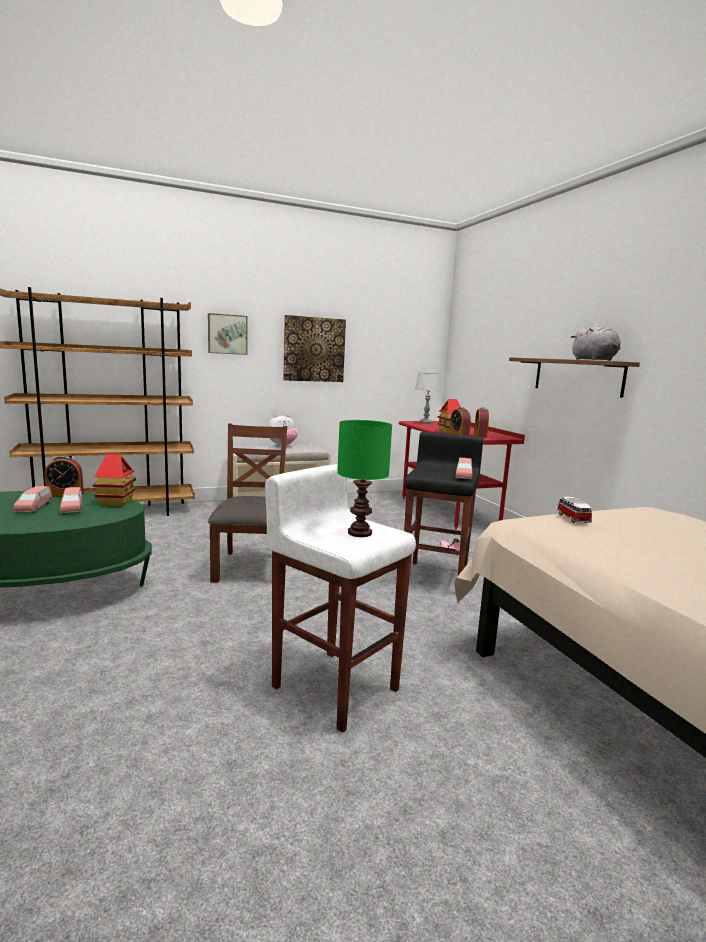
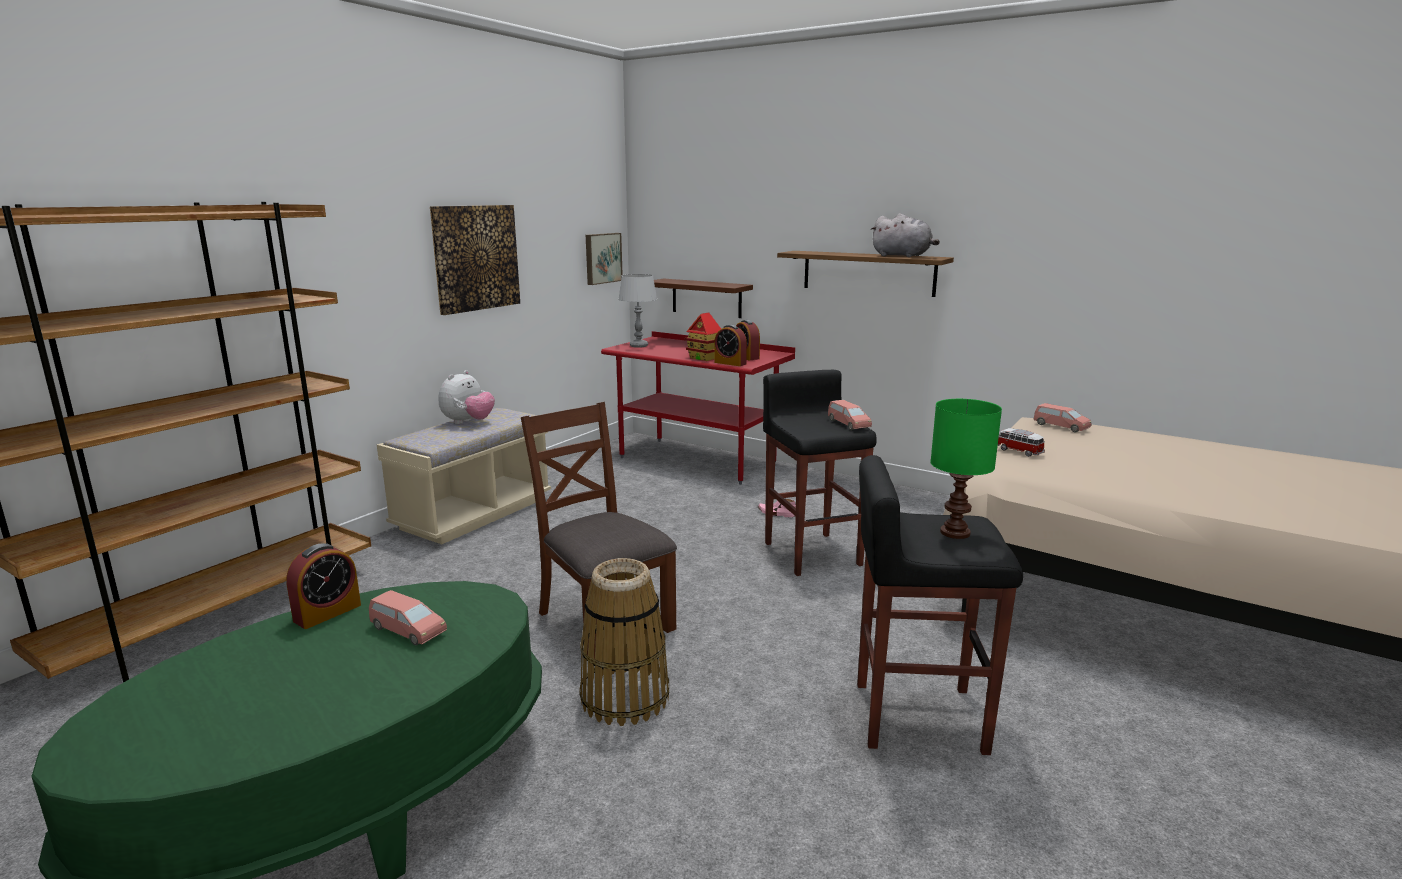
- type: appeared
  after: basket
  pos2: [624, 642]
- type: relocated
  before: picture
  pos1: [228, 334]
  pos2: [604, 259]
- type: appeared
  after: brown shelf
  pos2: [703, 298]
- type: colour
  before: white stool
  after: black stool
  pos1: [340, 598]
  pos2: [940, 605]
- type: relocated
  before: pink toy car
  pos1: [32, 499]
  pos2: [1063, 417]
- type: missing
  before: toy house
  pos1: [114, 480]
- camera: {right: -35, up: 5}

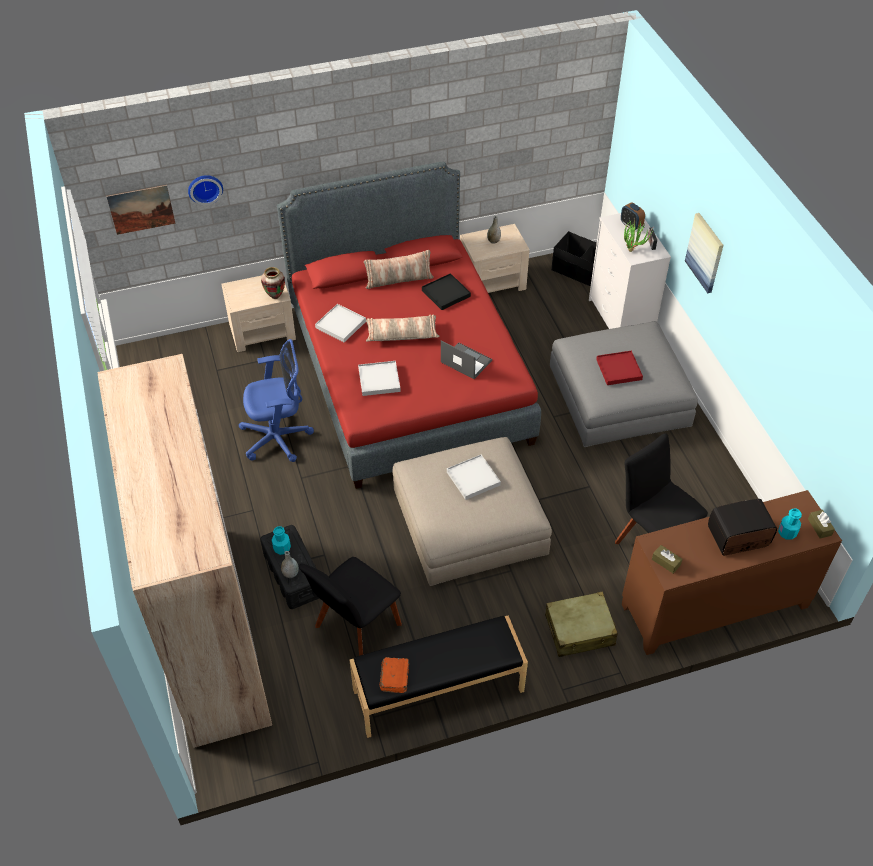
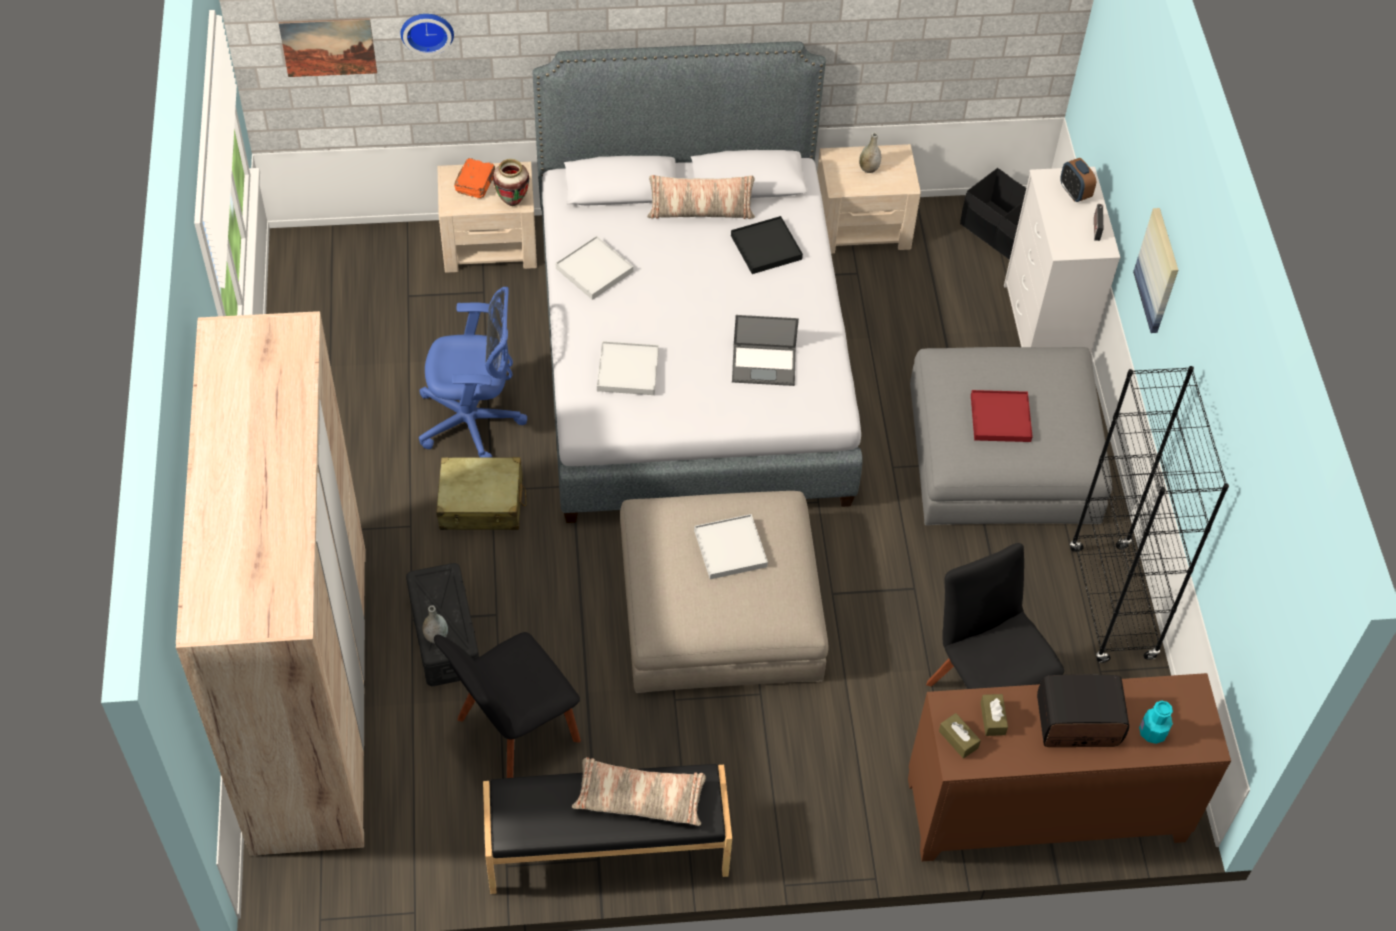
- type: relocated
  before: beige suitcase
  pos1: [581, 624]
  pos2: [481, 493]
- type: relocated
  before: orange book
  pos1: [394, 675]
  pos2: [474, 178]
- type: colour
  before: red bed
  after: grey bed
  pos1: [409, 325]
  pos2: [698, 282]
- type: relocated
  before: pillow
  pos1: [402, 328]
  pos2: [639, 791]
- type: spun
  before: laptop
  pos1: [466, 359]
  pos2: [765, 350]
  turn: 135
- type: relocated
  before: brown tissue box
  pos1: [821, 524]
  pos2: [994, 715]
- type: appeared
  after: black bookcase
  pos2: [1149, 514]
- type: missing
  before: turquoise bottle
  pos1: [281, 540]
- type: missing
  before: potted plant
  pos1: [638, 236]
- camera: {right: 10, up: 5}

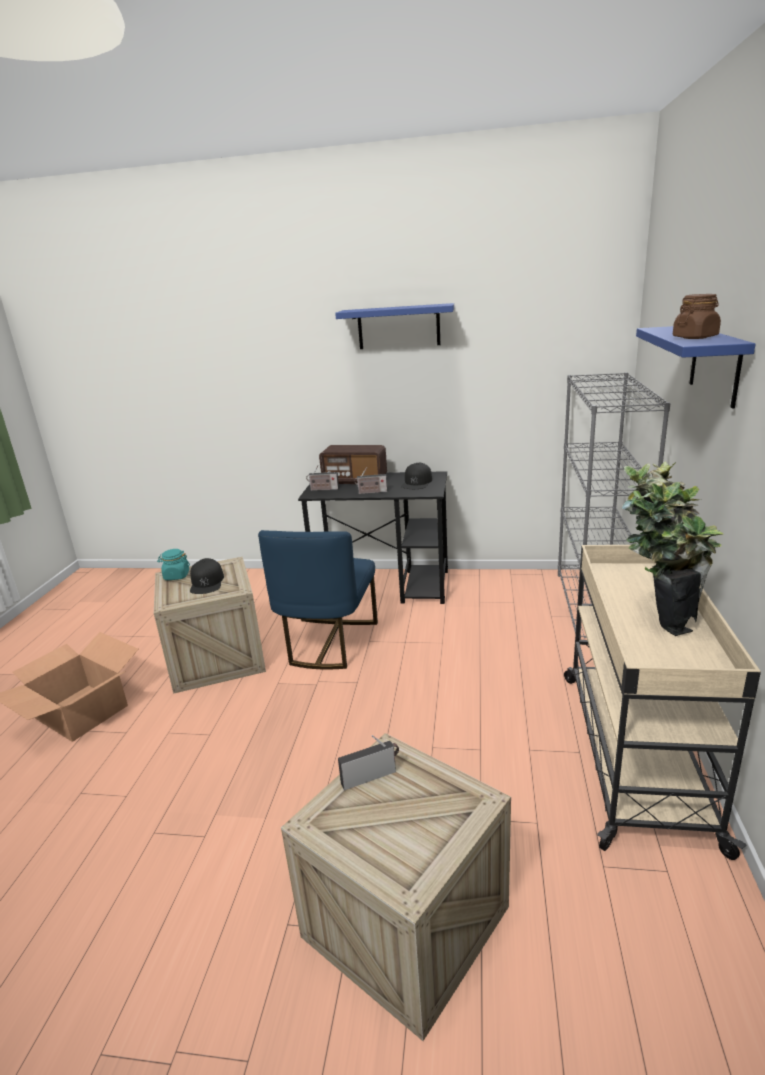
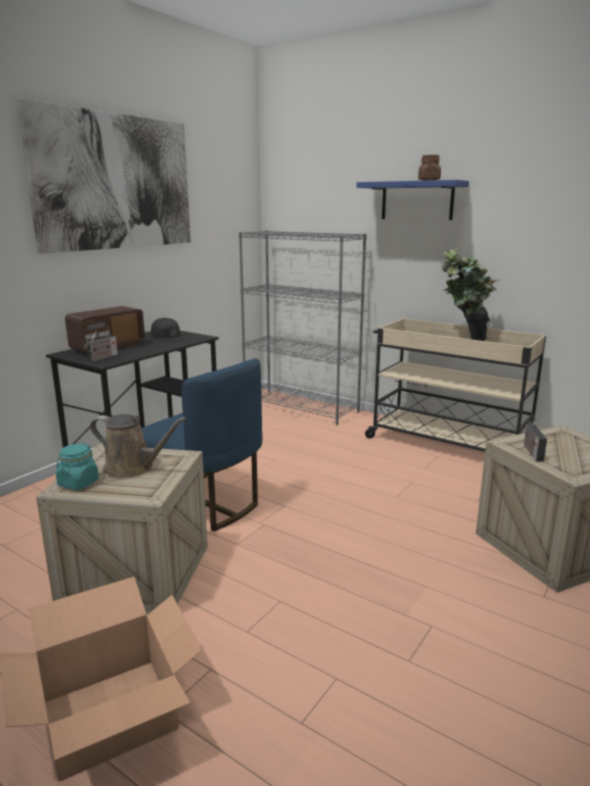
- type: exchanged
  before: blue shelf
  after: picture
  pos1: [394, 326]
  pos2: [103, 176]
- type: exchanged
  before: black cap
  after: brown watering can
  pos1: [207, 576]
  pos2: [138, 446]
- type: missing
  before: radio
  pos1: [370, 480]
- camera: {right: -65, up: -5}

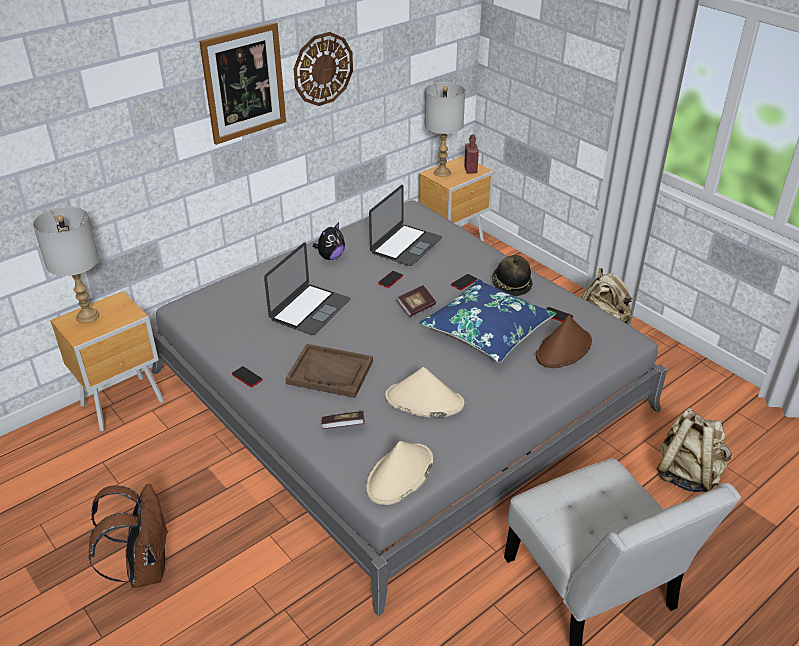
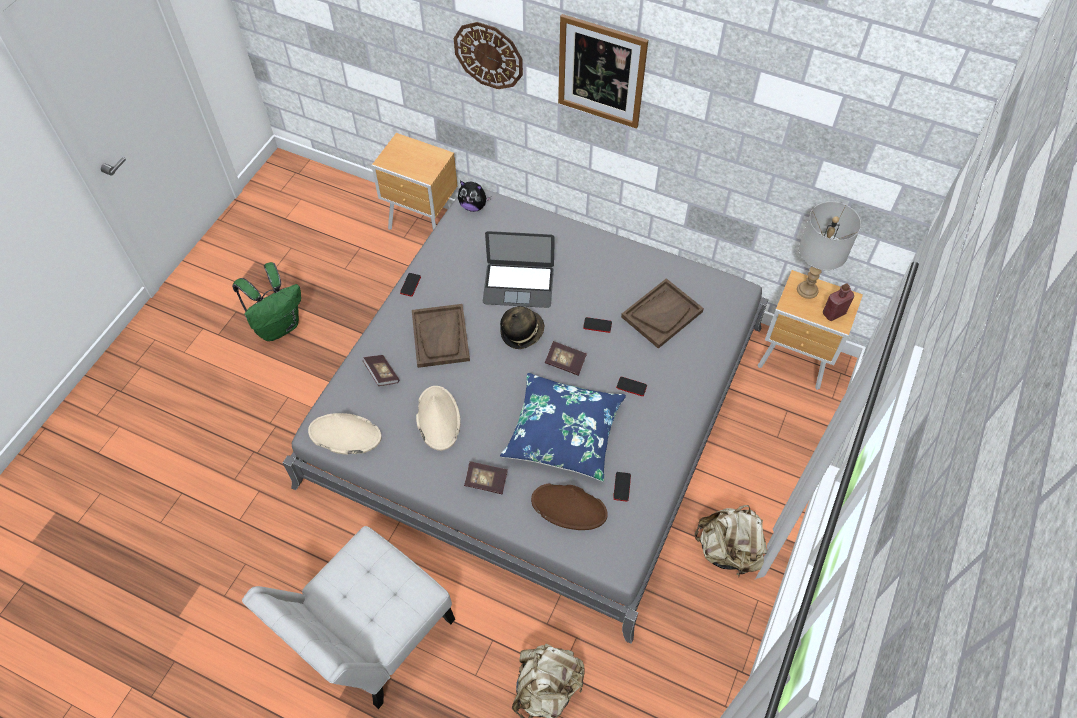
- type: colour
  before: brown backpack
  after: green backpack
  pos1: [128, 535]
  pos2: [266, 301]
- type: relocated
  before: wall clock
  pos1: [323, 69]
  pos2: [488, 55]
- type: relocated
  before: plush toy
  pos1: [329, 241]
  pos2: [474, 196]
- type: appeared
  after: book
  pos2: [486, 477]
- type: relocated
  before: hat
  pos1: [512, 275]
  pos2: [522, 327]
- type: exchanged
  before: laptop
  after: brown tray
  pos1: [405, 225]
  pos2: [662, 313]
- type: missing
  before: grey table lamp
  pos1: [66, 264]
- camera: {right: 65, up: 20}

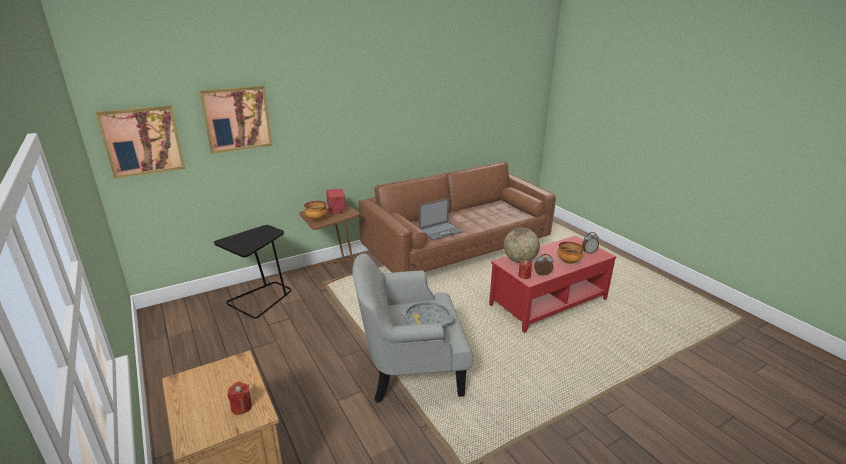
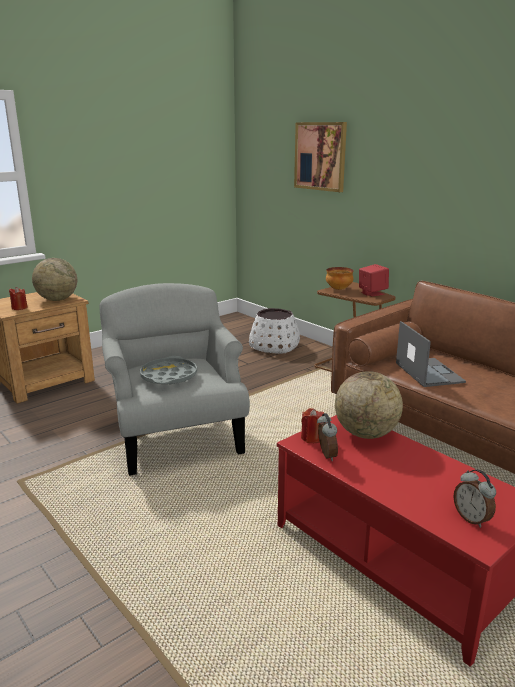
- type: appeared
  after: globe
  pos2: [54, 279]
- type: exchanged
  before: black side table
  after: white planter
  pos1: [252, 272]
  pos2: [274, 331]
- type: spun
  before: laptop
  pos1: [441, 219]
  pos2: [431, 354]
  turn: -150
- type: missing
  before: picture
  pos1: [140, 142]
- type: missing
  before: bowl
  pos1: [570, 252]
- camera: {right: 80, up: -5}

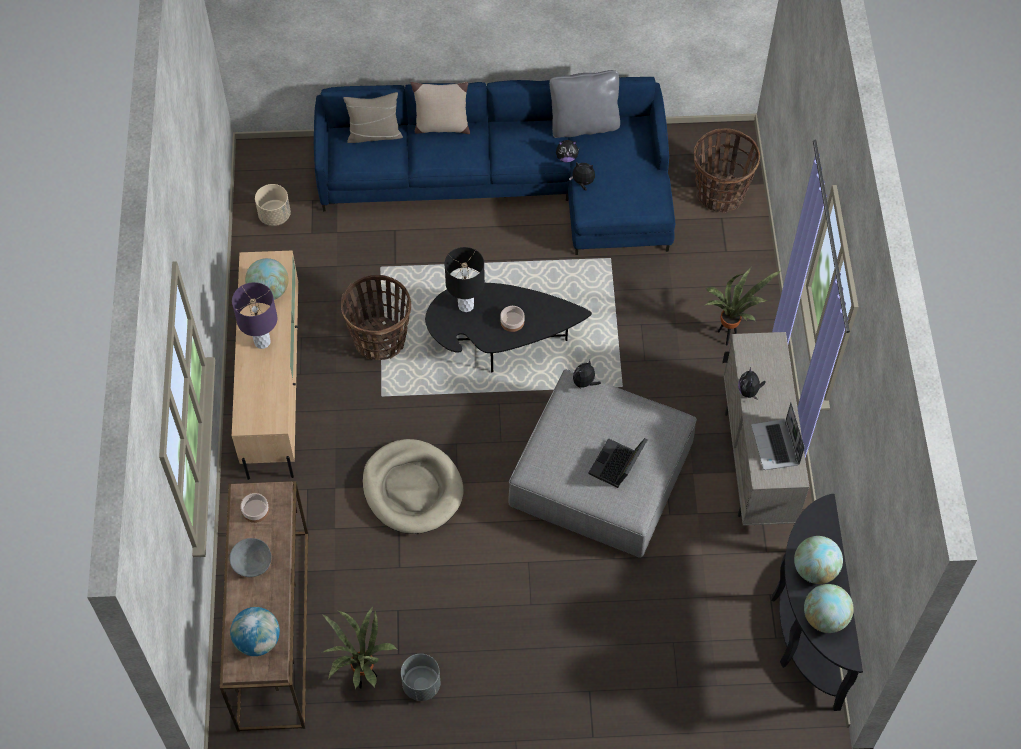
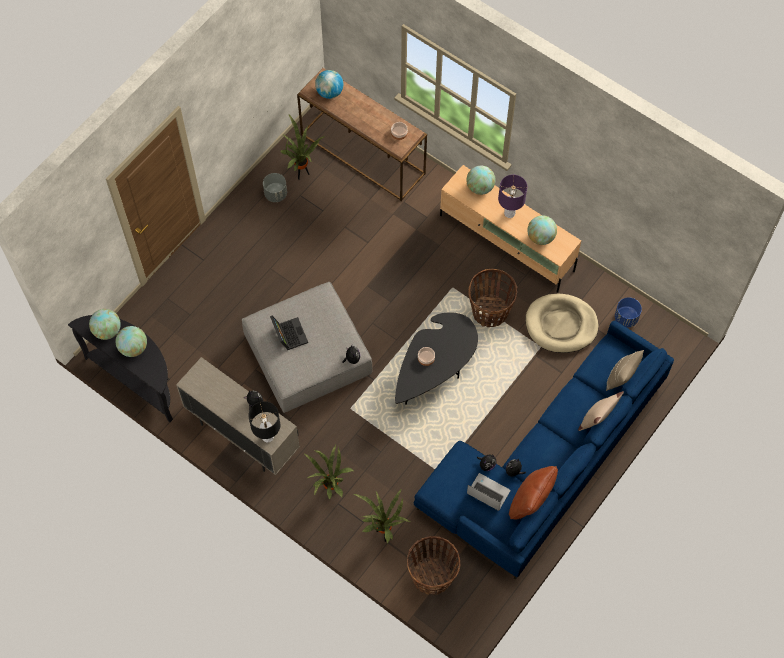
- type: relocated
  before: black table lamp
  pos1: [464, 279]
  pos2: [264, 422]
- type: appeared
  after: potted plant
  pos2: [382, 515]
- type: appeared
  after: globe
  pos2: [481, 180]
- type: relocated
  before: laptop
  pos1: [777, 436]
  pos2: [488, 492]
- type: colour
  before: grey pillow
  after: brown pillow
  pos1: [584, 104]
  pos2: [533, 492]
- type: relocated
  before: beige dog bed
  pos1: [413, 486]
  pos2: [561, 323]
- type: colour
  before: beige planter
  after: blue planter
  pos1: [273, 205]
  pos2: [628, 312]
- type: missing
  before: grey bowl
  pos1: [250, 557]
- camera: {right: 130, up: 5}

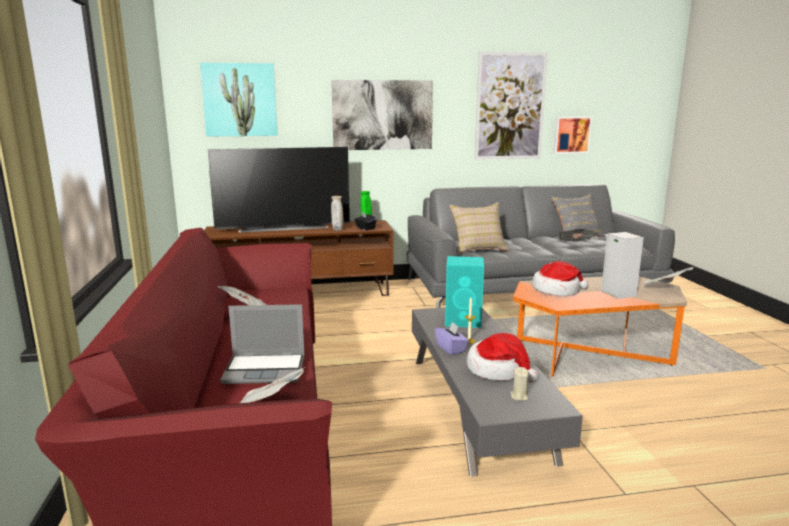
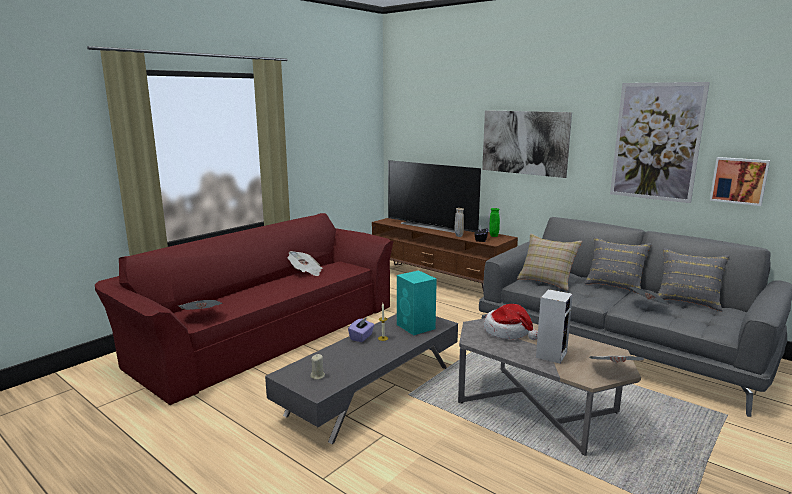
- type: colour
  before: orange coffee table
  after: grey coffee table
  pos1: [600, 326]
  pos2: [549, 387]
- type: appeared
  after: grey pillow
  pos2: [618, 265]
- type: missing
  before: picture
  pos1: [239, 99]
- type: missing
  before: laptop
  pos1: [262, 344]
- type: missing
  before: hat
  pos1: [502, 358]
- camera: {right: 50, up: 0}

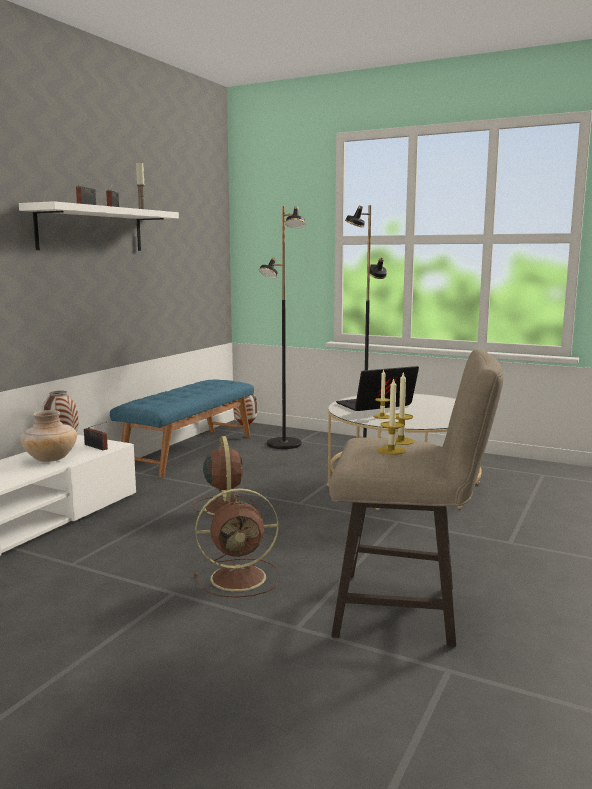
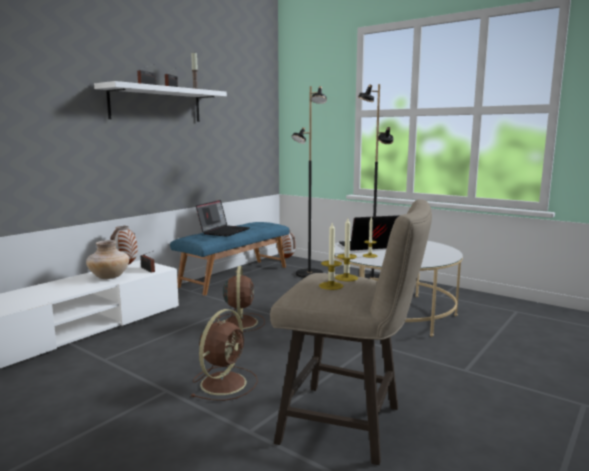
- type: spun
  before: brown fan
  pos1: [237, 542]
  pos2: [224, 355]
  turn: -60
- type: appeared
  after: laptop
  pos2: [223, 218]
- camera: {right: 10, up: 0}

